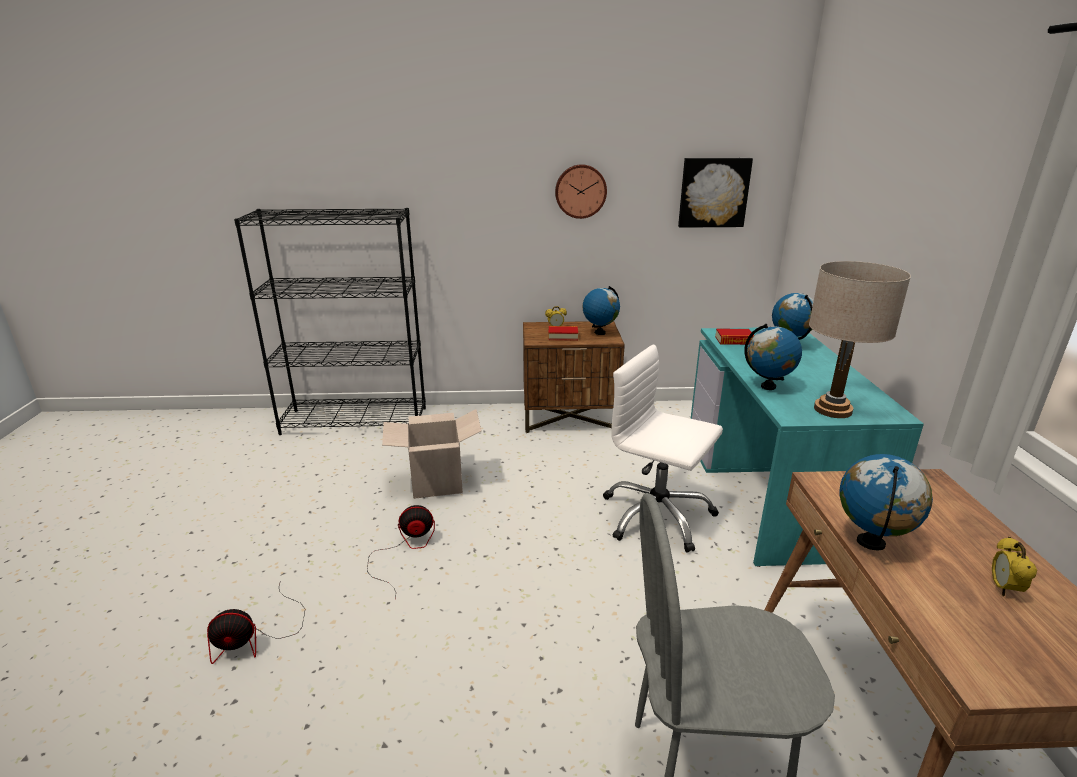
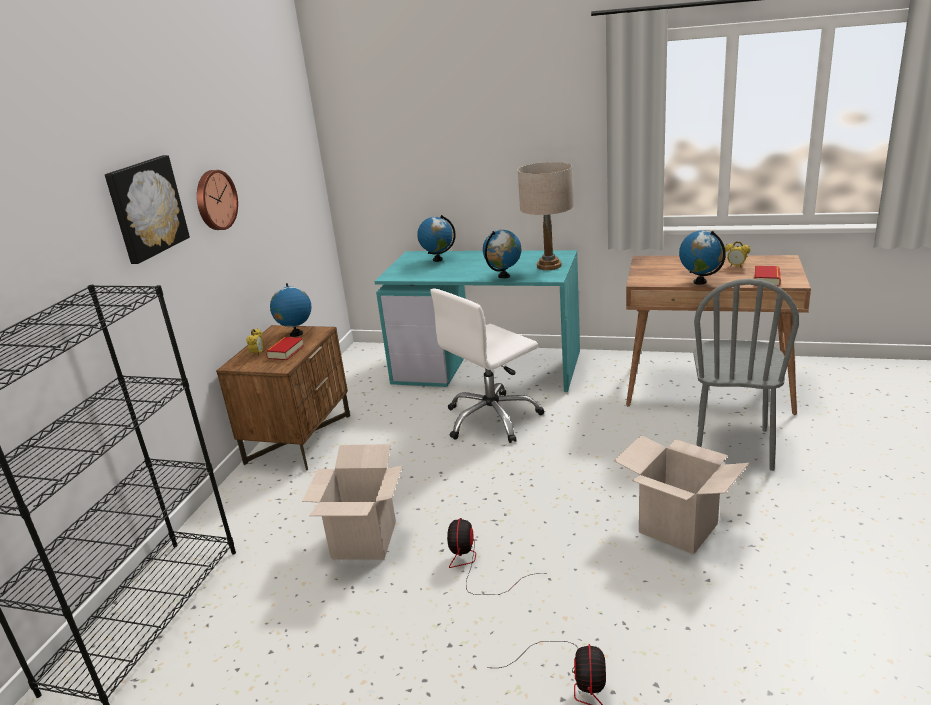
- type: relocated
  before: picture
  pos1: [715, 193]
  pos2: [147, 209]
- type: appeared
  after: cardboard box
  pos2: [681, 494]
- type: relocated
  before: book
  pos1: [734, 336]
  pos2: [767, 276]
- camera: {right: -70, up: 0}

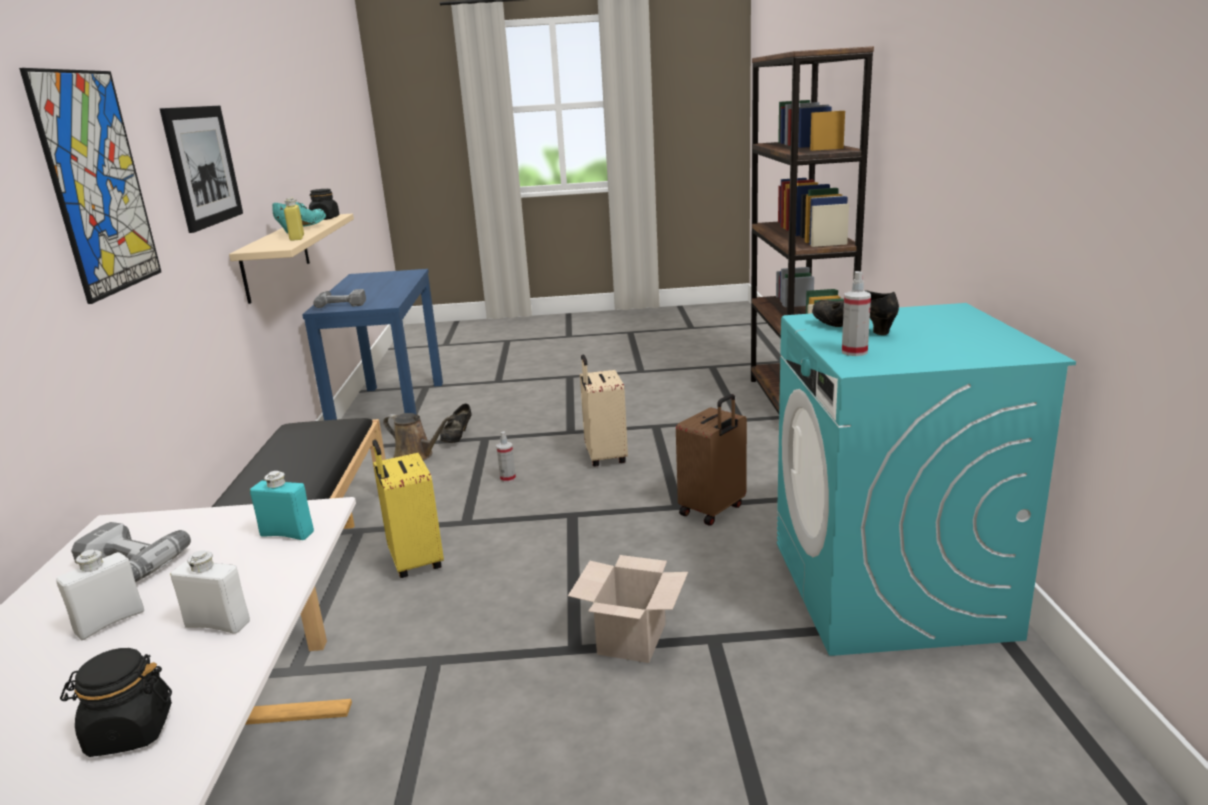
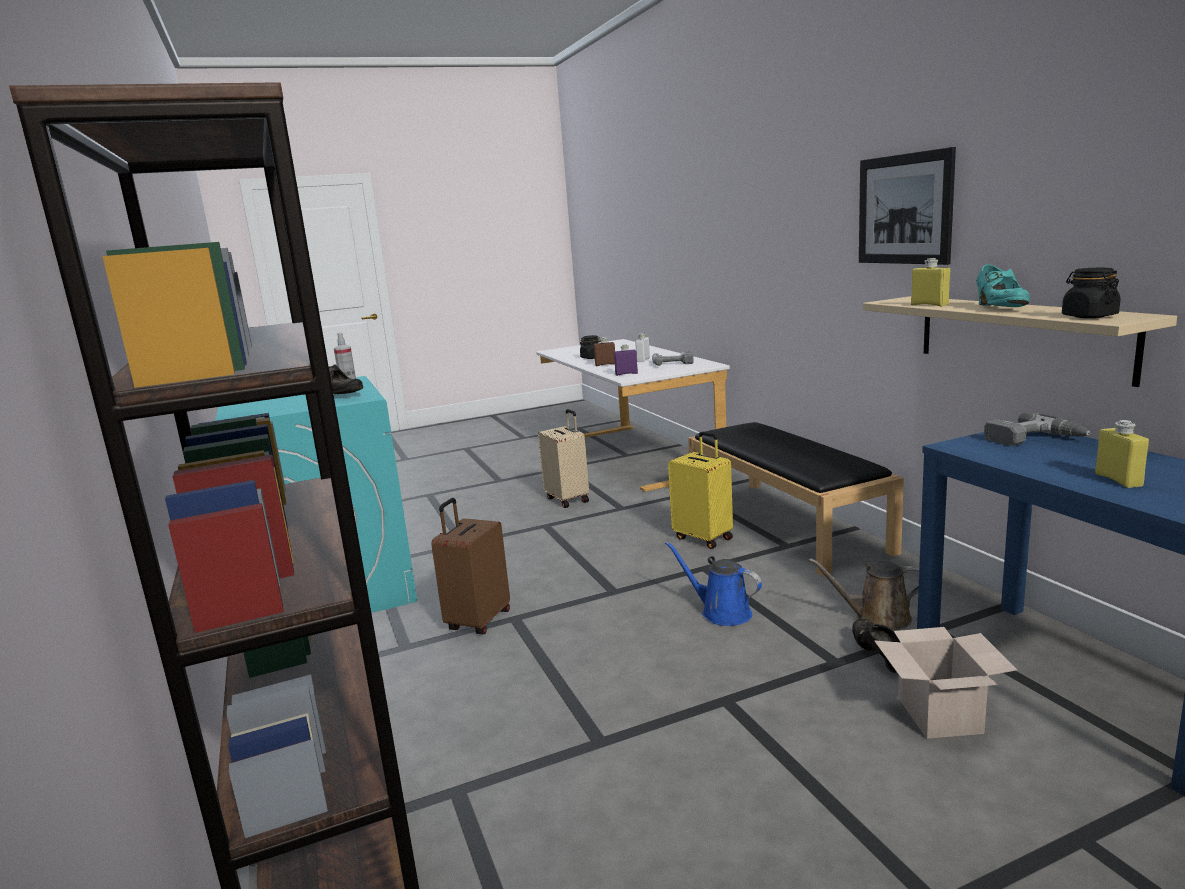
- type: relocated
  before: beige suitcase
  pos1: [604, 411]
  pos2: [563, 458]
- type: colour
  before: white bottle
  after: brown bottle
  pos1: [210, 592]
  pos2: [604, 351]
- type: colour
  before: turquoise bottle
  after: purple bottle
  pos1: [282, 505]
  pos2: [626, 360]
- type: exchanged
  before: spray bottle
  after: blue watering can
  pos1: [506, 456]
  pos2: [713, 584]
- type: relocated
  before: cardboard box
  pos1: [628, 609]
  pos2: [945, 683]
- type: appeared
  after: yellow bottle
  pos2: [1122, 454]
- type: missing
  before: picture
  pos1: [90, 186]
- camera: {right: 160, up: -5}

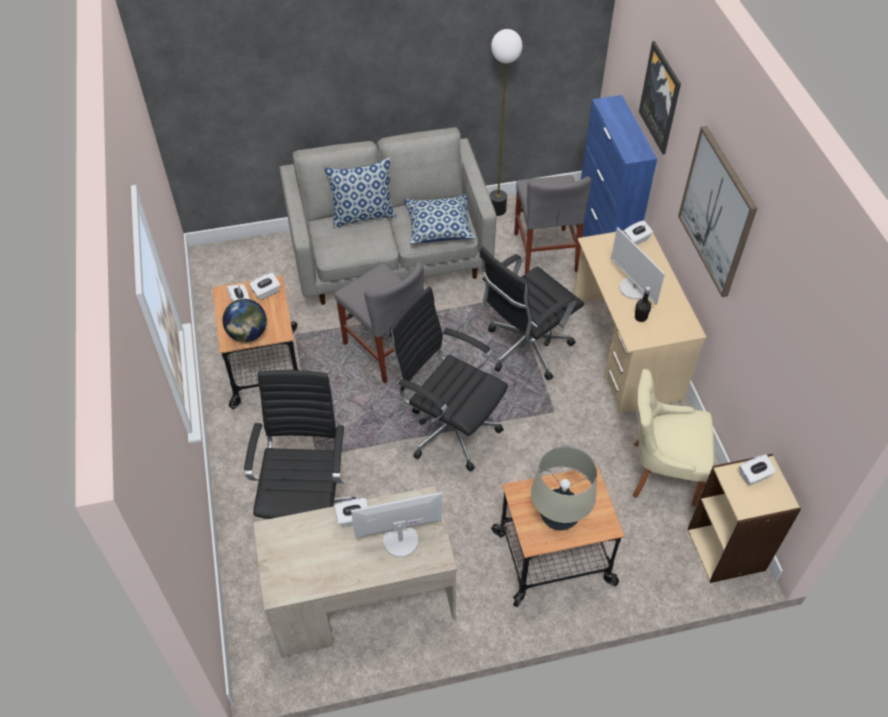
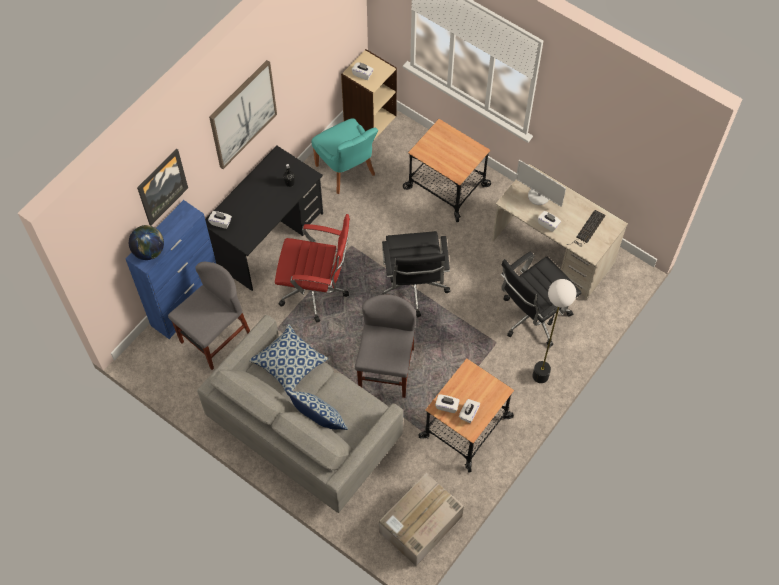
- type: relocated
  before: globe
  pos1: [244, 320]
  pos2: [146, 242]
- type: colour
  before: beige desk
  after: black desk
  pos1: [640, 319]
  pos2: [264, 218]
- type: colour
  before: black office chair
  after: red office chair
  pos1: [531, 314]
  pos2: [312, 268]
- type: colour
  before: beige chair
  after: turquoise chair
  pos1: [673, 438]
  pos2: [344, 156]
- type: appeared
  after: cardboard box
  pos2: [421, 519]
- type: relocated
  before: floor lamp
  pos1: [505, 122]
  pos2: [554, 331]
- type: appeared
  after: keyboard
  pos2: [586, 228]
- type: missing
  before: beige table lamp
  pos1: [564, 488]
- type: missing
  before: monitor
  pos1: [638, 266]
- camera: {right: -130, up: 10}

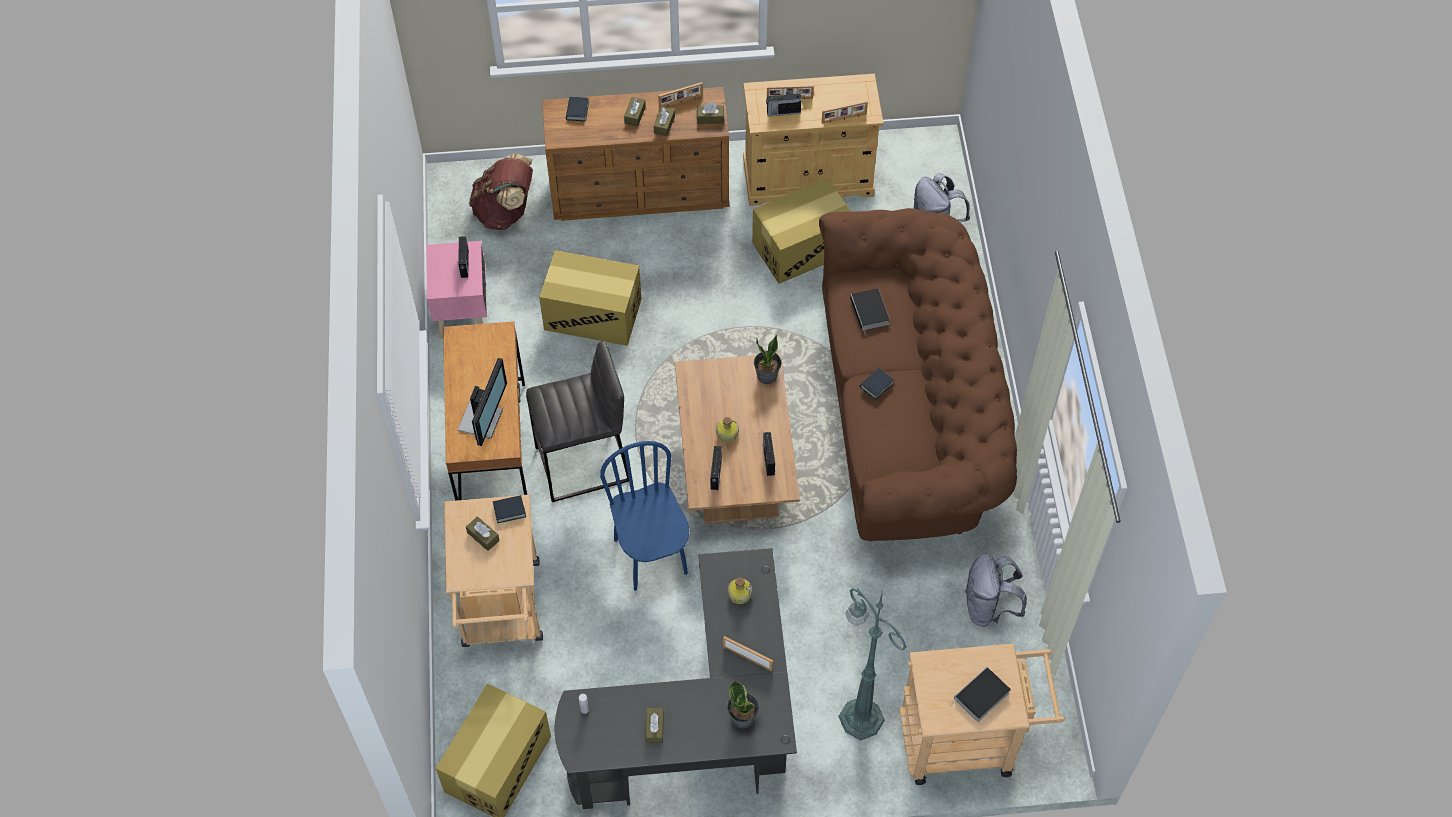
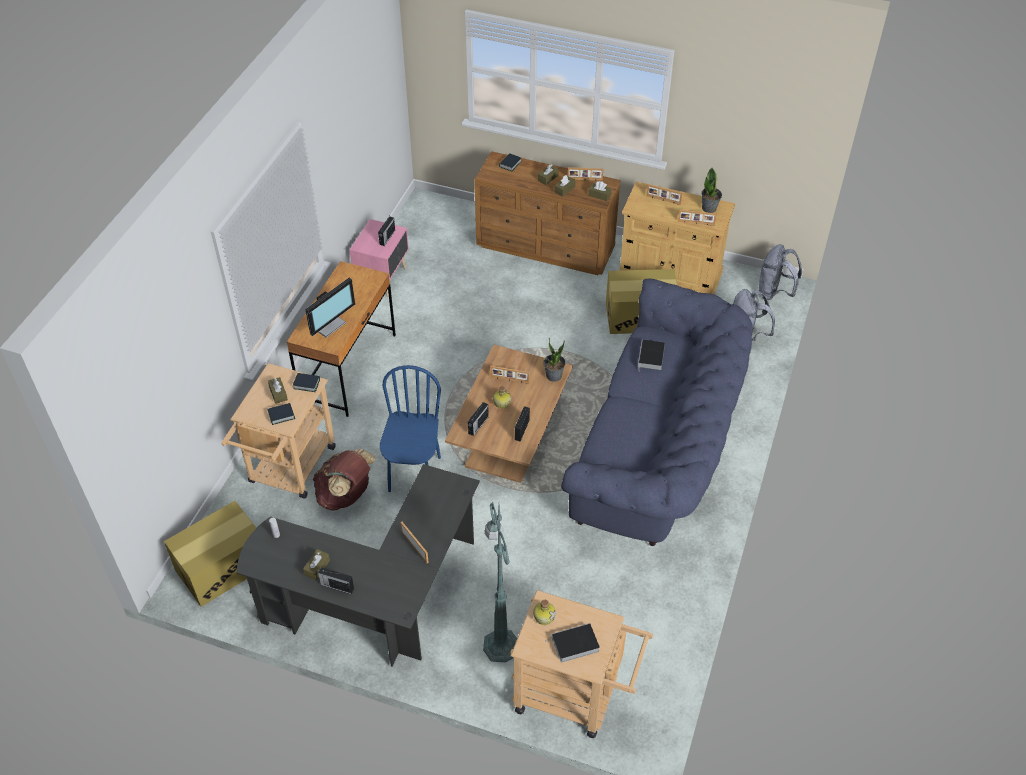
- type: relocated
  before: book
  pos1: [877, 384]
  pos2: [281, 414]
- type: relocated
  before: brown backpack
  pos1: [501, 192]
  pos2: [344, 480]
- type: relocated
  before: radio
  pos1: [783, 104]
  pos2: [336, 580]
- type: appeared
  after: picture frame
  pos2: [509, 375]
- type: relocated
  before: bottle
  pos1: [740, 591]
  pos2: [544, 612]
- type: colour
  before: brown sofa
  after: blue sofa
  pos1: [918, 374]
  pos2: [656, 412]
- type: relocated
  before: potted plant
  pos1: [743, 704]
  pos2: [711, 190]
- type: relocated
  before: grey backpack
  pos1: [996, 590]
  pos2: [780, 272]
- type: missing
  before: grey stool
  pos1: [577, 421]
- type: missing
  before: cardboard box
  pos1: [590, 298]
- camera: {right: 25, up: -10}

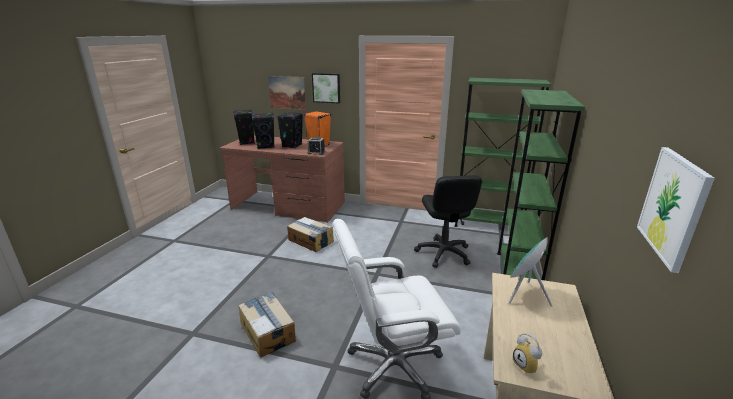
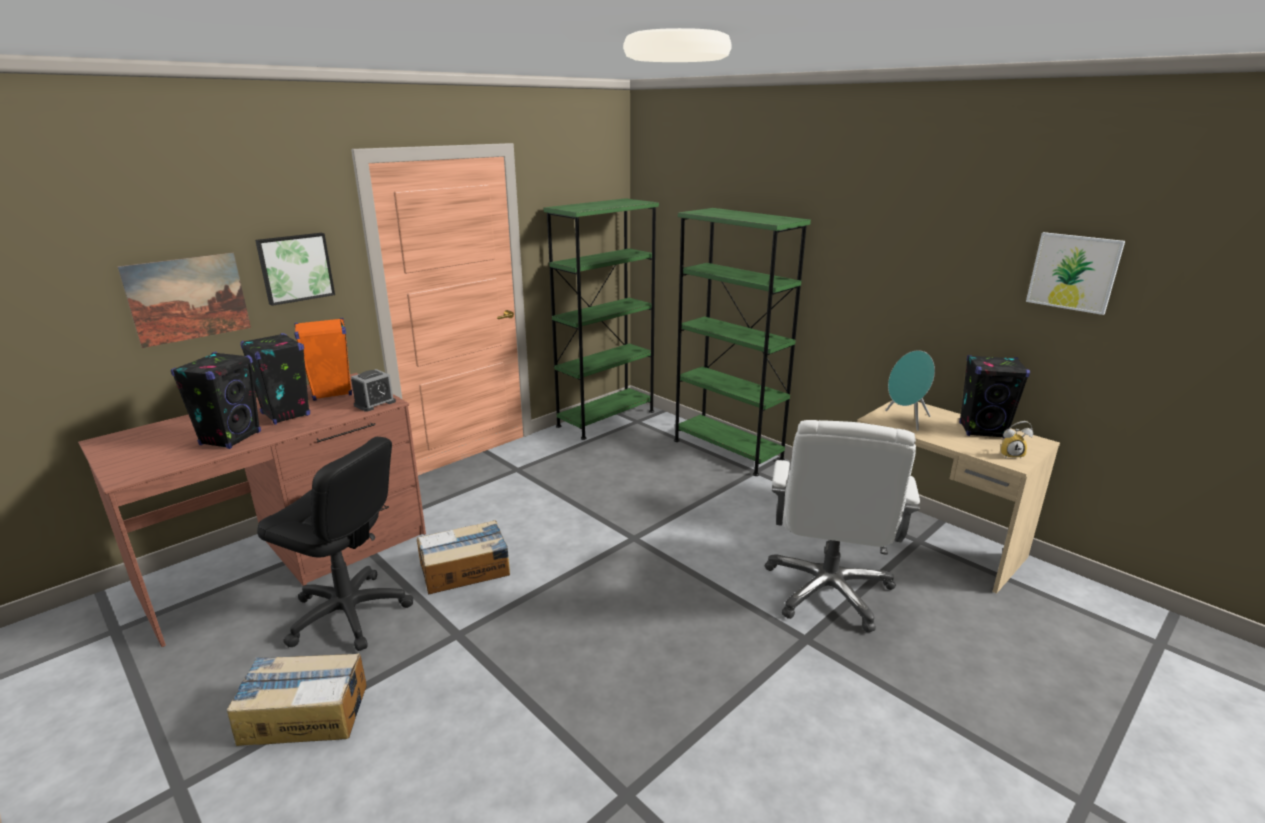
- type: relocated
  before: cardboard box
  pos1: [267, 324]
  pos2: [297, 699]
- type: relocated
  before: black office chair
  pos1: [448, 221]
  pos2: [335, 544]
- type: relocated
  before: black speaker
  pos1: [244, 127]
  pos2: [994, 397]
- camera: {right: -60, up: 0}

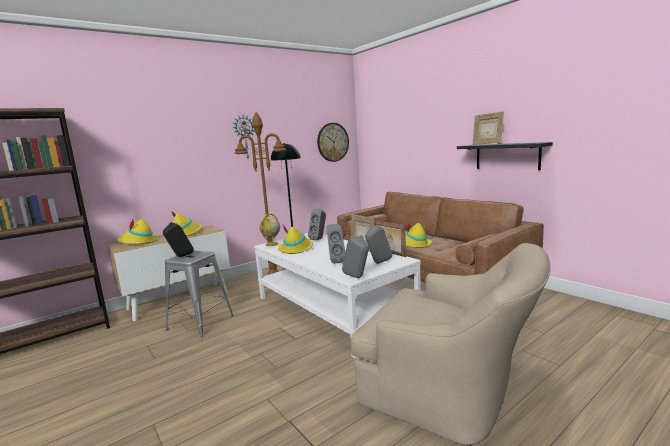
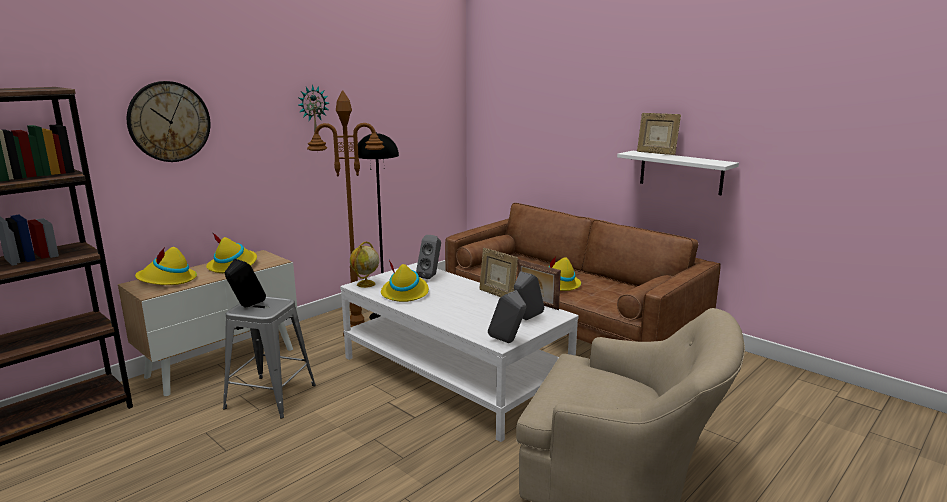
- type: relocated
  before: wall clock
  pos1: [333, 142]
  pos2: [168, 121]
- type: colour
  before: black shelf
  after: white shelf
  pos1: [505, 156]
  pos2: [678, 173]
- type: missing
  before: grey speaker
  pos1: [336, 244]
- camera: {right: -10, up: 5}

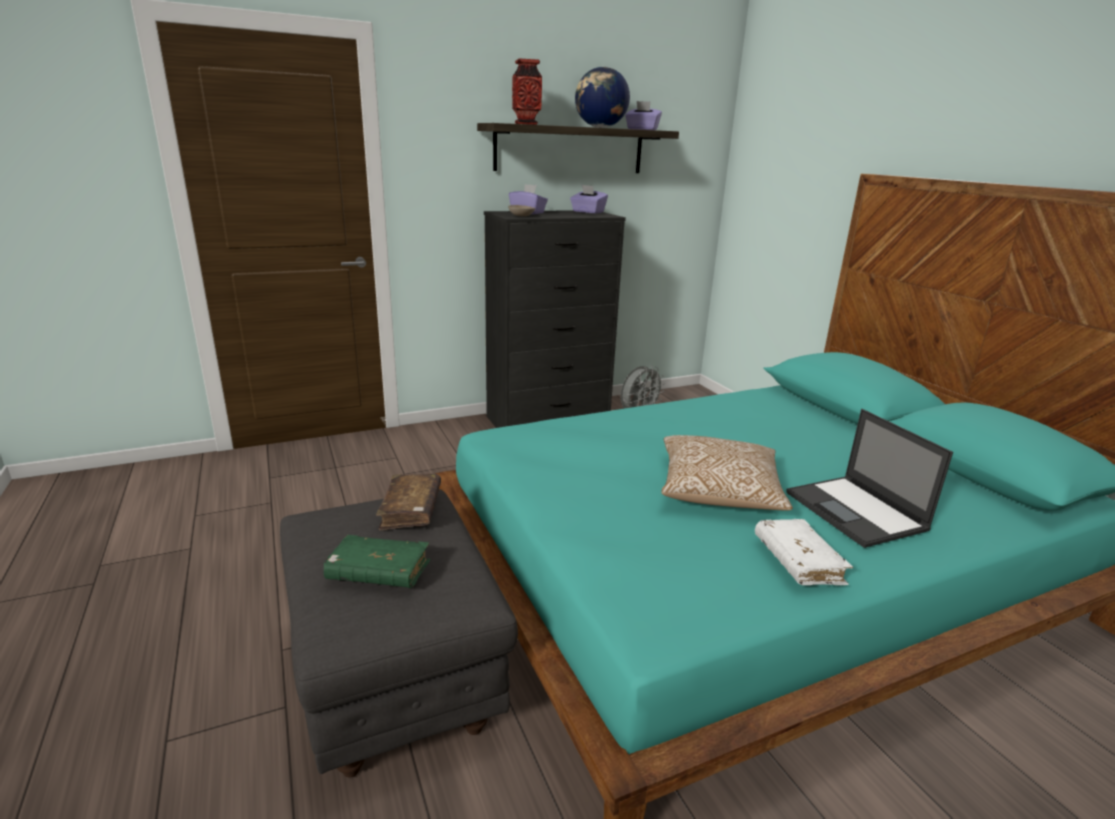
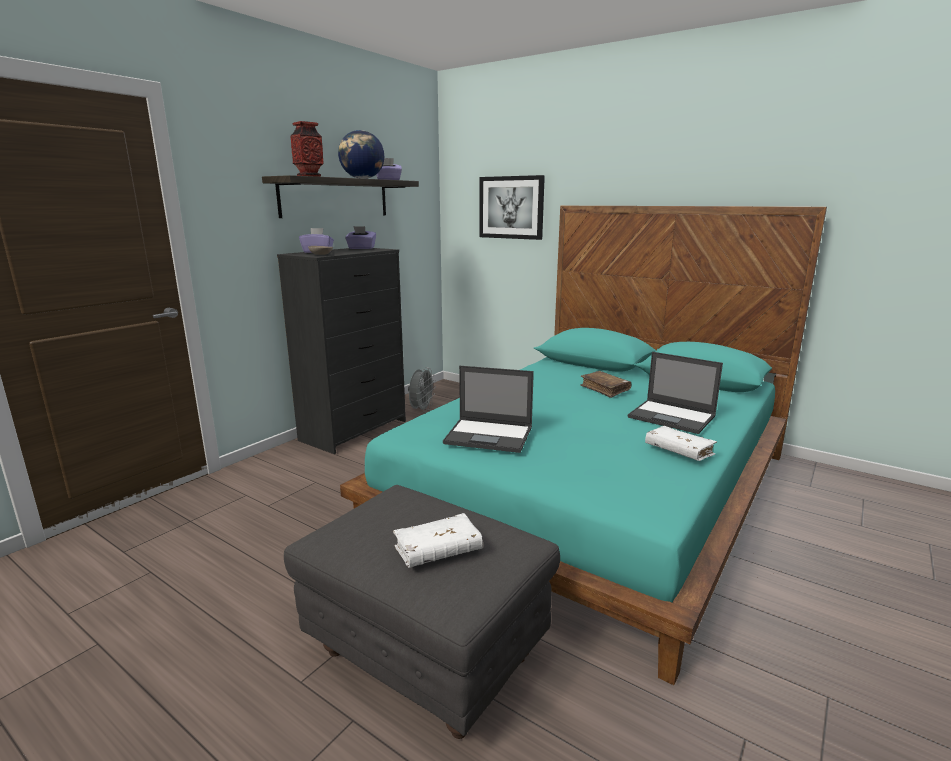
- type: colour
  before: green book
  after: white book
  pos1: [377, 561]
  pos2: [438, 540]
- type: appeared
  after: laptop
  pos2: [488, 409]
- type: appeared
  after: picture
  pos2: [512, 207]
- type: relocated
  before: brown book
  pos1: [408, 502]
  pos2: [605, 384]
- type: missing
  before: pillow
  pos1: [727, 472]
- camera: {right: -30, up: -5}

